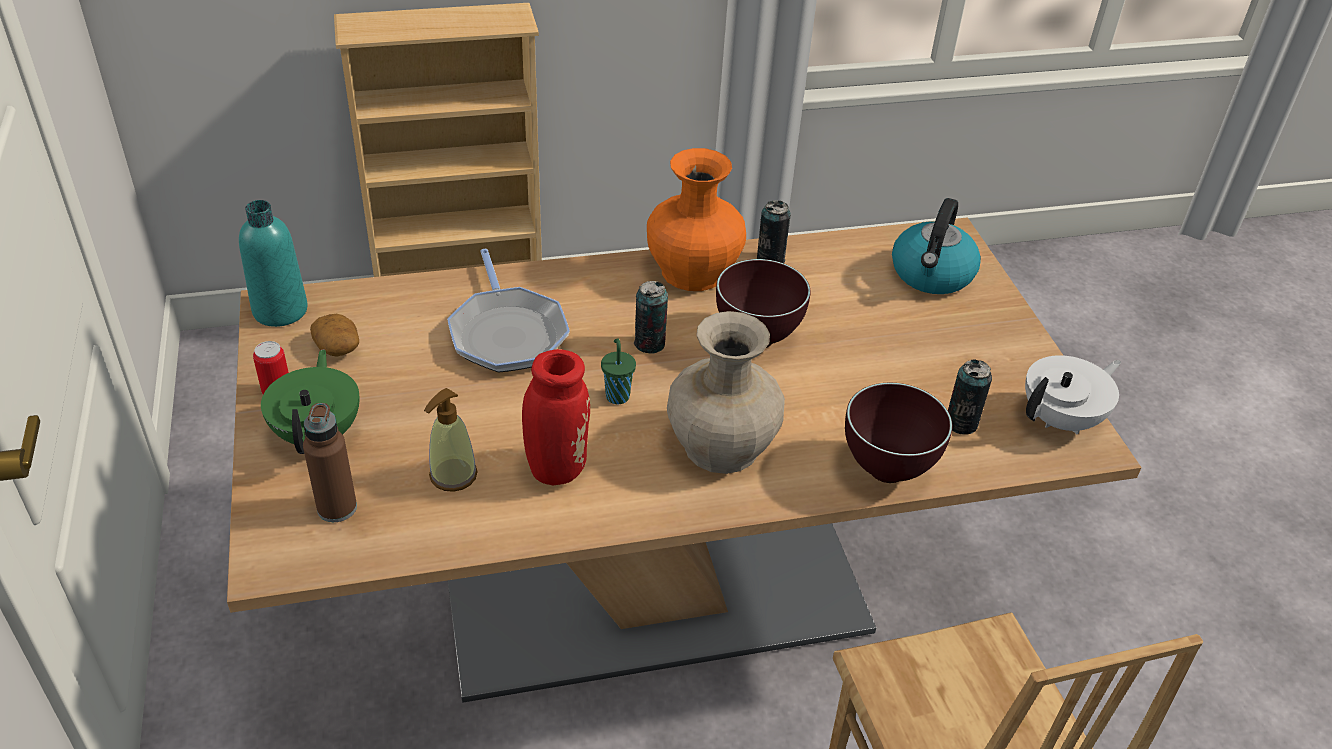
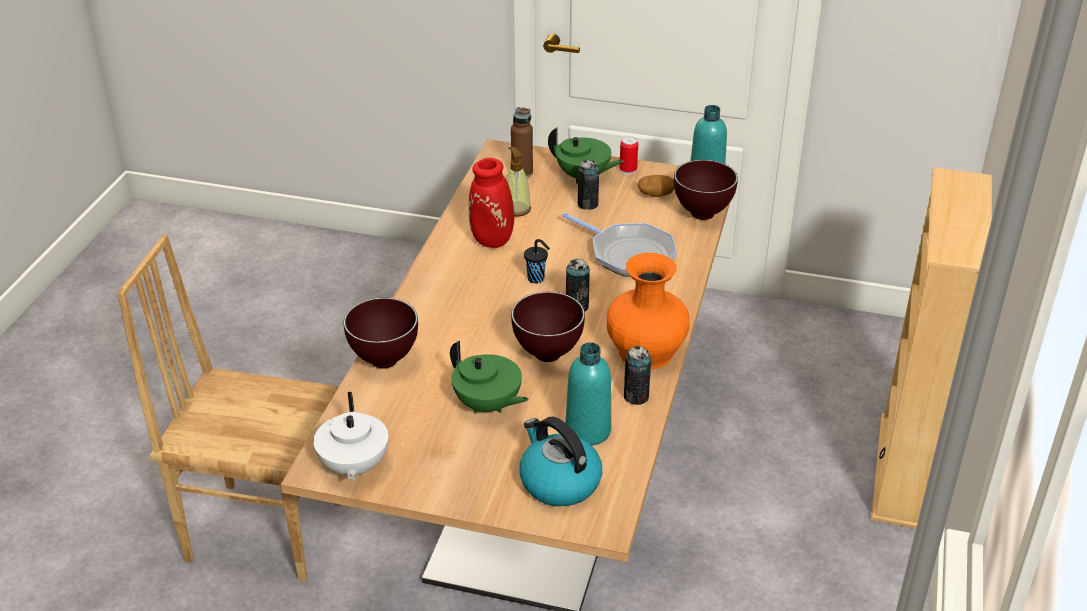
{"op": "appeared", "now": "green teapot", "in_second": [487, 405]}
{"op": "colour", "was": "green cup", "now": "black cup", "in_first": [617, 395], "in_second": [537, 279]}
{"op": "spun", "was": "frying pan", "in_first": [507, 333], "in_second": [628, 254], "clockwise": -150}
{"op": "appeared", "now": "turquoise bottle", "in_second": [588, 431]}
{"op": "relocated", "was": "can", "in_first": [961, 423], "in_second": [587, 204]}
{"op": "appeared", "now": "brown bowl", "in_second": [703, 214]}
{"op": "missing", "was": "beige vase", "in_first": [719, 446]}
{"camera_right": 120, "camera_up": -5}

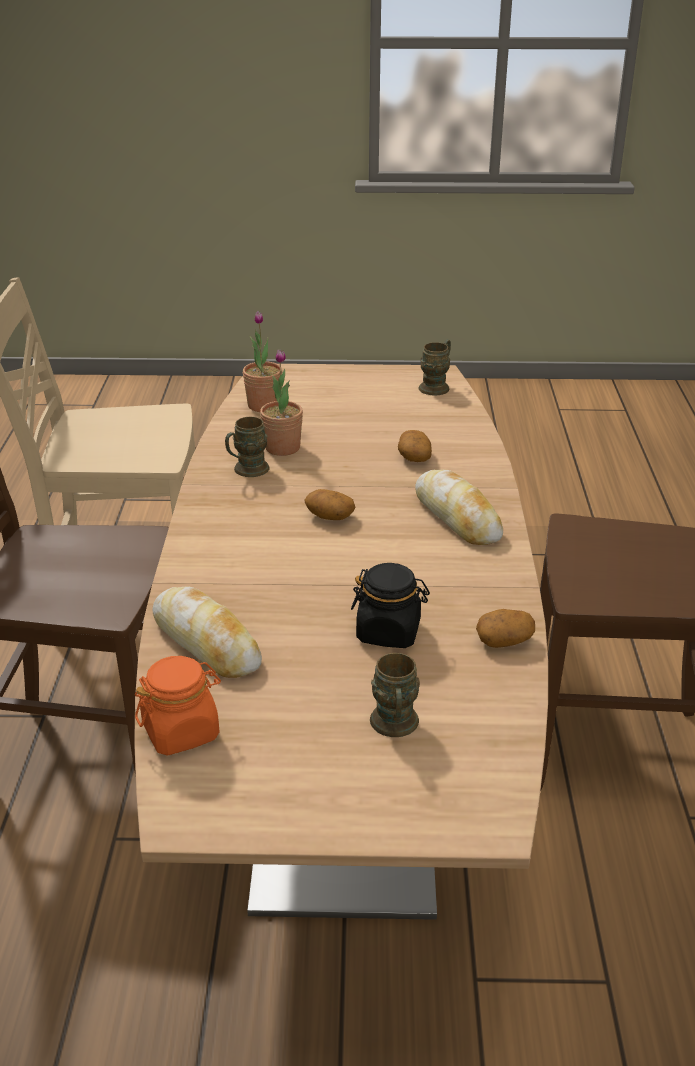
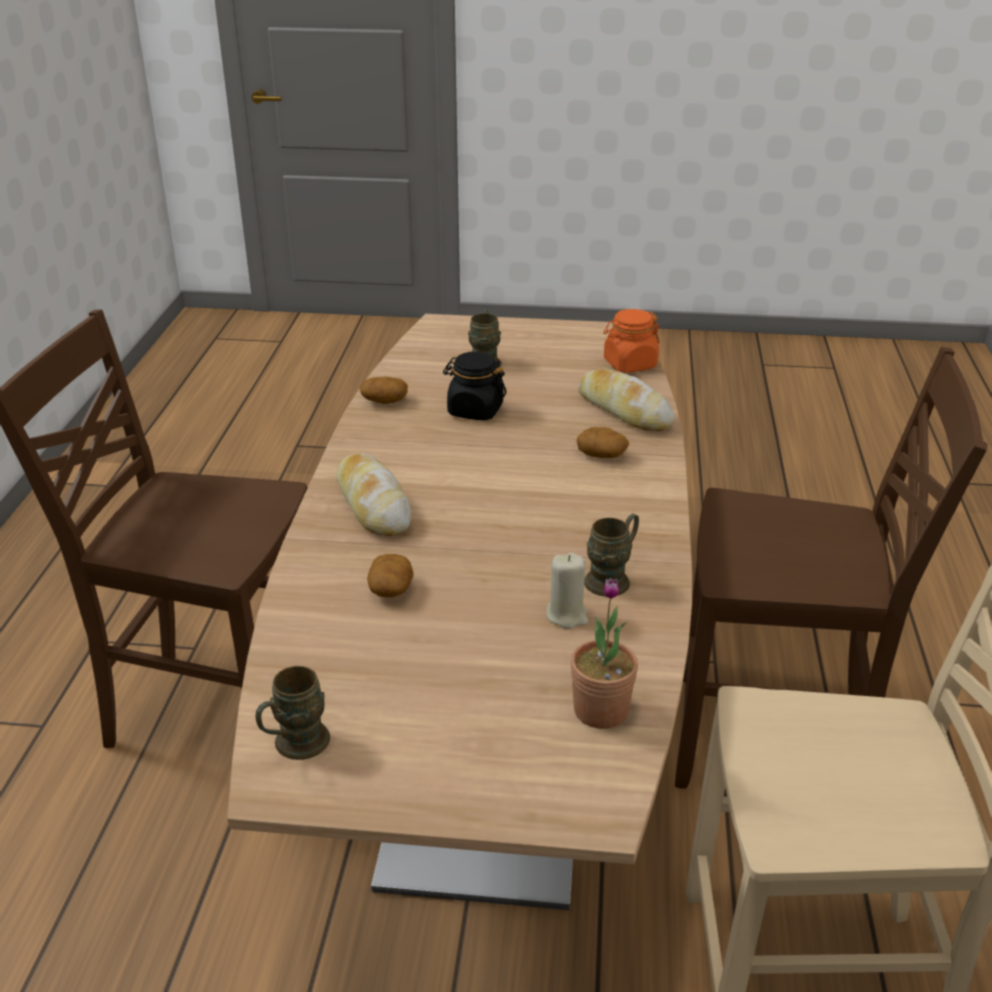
{"op": "exchanged", "was": "potted plant", "now": "beige candle", "in_first": [282, 448], "in_second": [567, 615]}
{"op": "relocated", "was": "potato", "in_first": [329, 516], "in_second": [602, 455]}
{"camera_right": -175, "camera_up": 0}

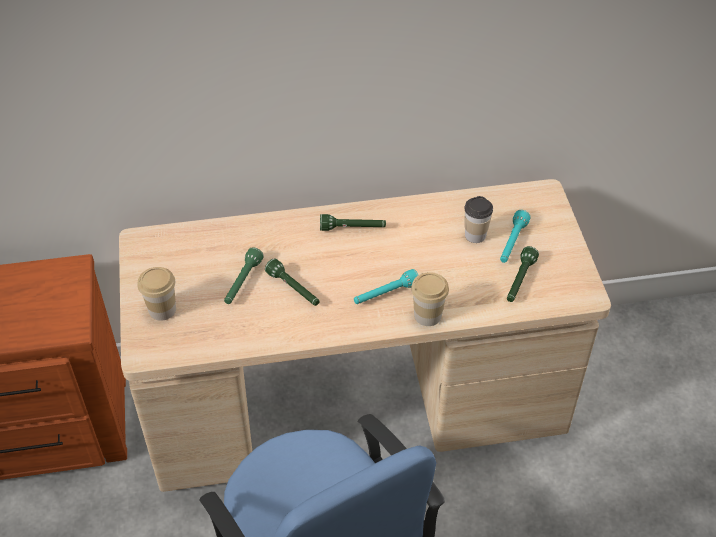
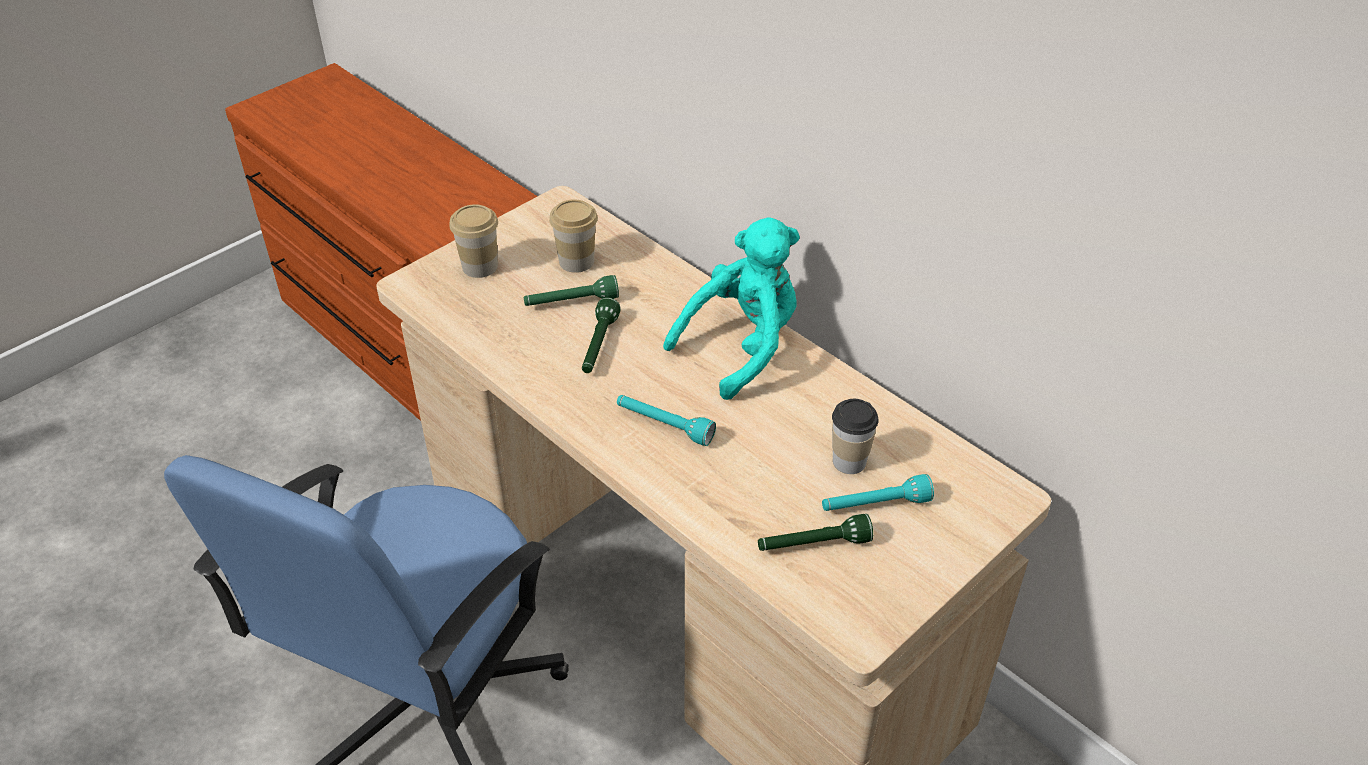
{"op": "relocated", "was": "cup", "in_first": [427, 315], "in_second": [576, 261]}
{"op": "exchanged", "was": "green flashlight", "now": "turquoise plush toy", "in_first": [353, 228], "in_second": [742, 346]}
{"camera_right": 55, "camera_up": -5}

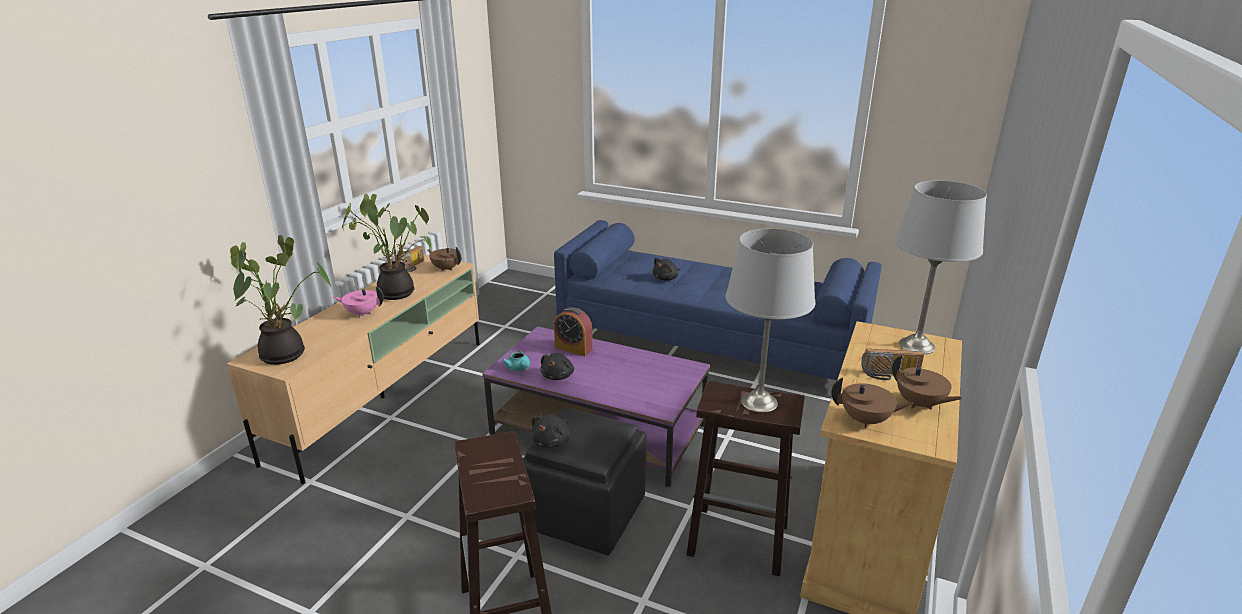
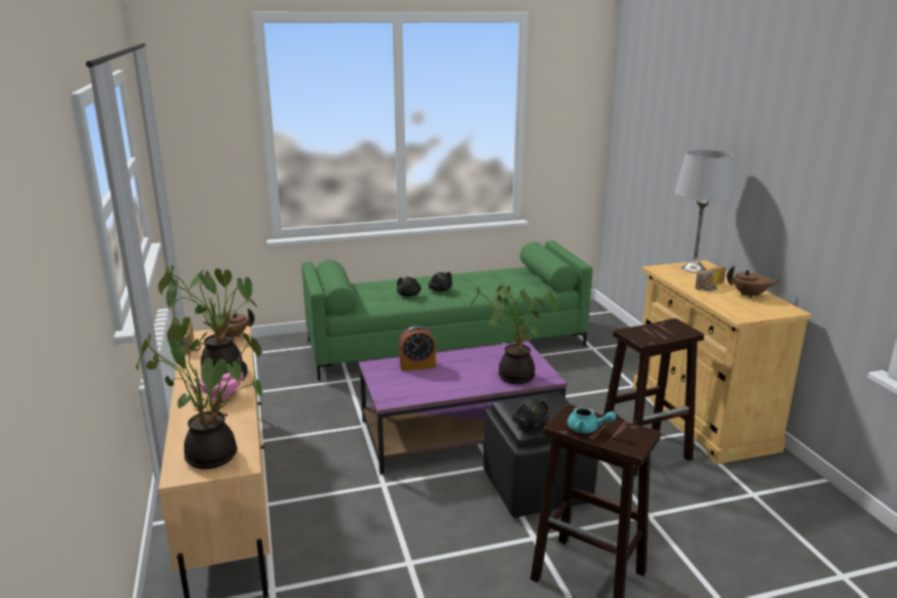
{"op": "colour", "was": "blue sofa", "now": "green sofa", "in_first": [710, 341], "in_second": [446, 342]}
{"op": "relocated", "was": "black plush toy", "in_first": [558, 376], "in_second": [440, 290]}
{"op": "appeared", "now": "potted plant", "in_second": [514, 375]}
{"op": "relocated", "was": "turquoise teapot", "in_first": [518, 369], "in_second": [587, 429]}
{"op": "missing", "was": "grey table lamp", "in_first": [759, 402]}
{"op": "missing", "was": "brown teapot", "in_first": [866, 420]}
{"camera_right": -40, "camera_up": -5}

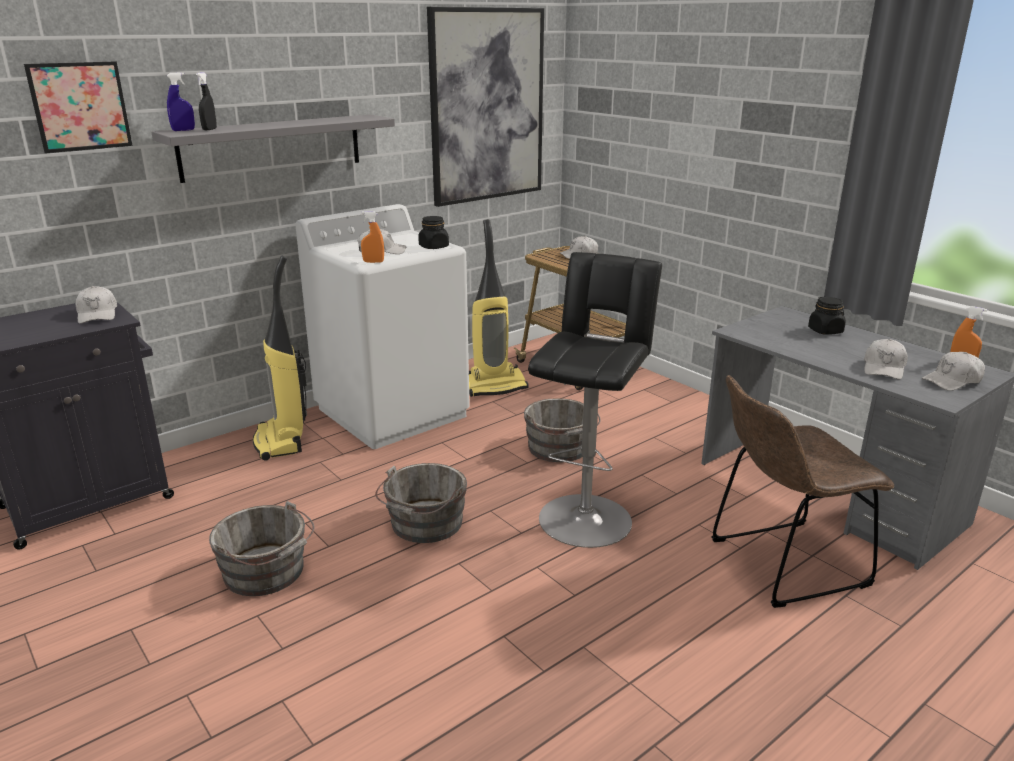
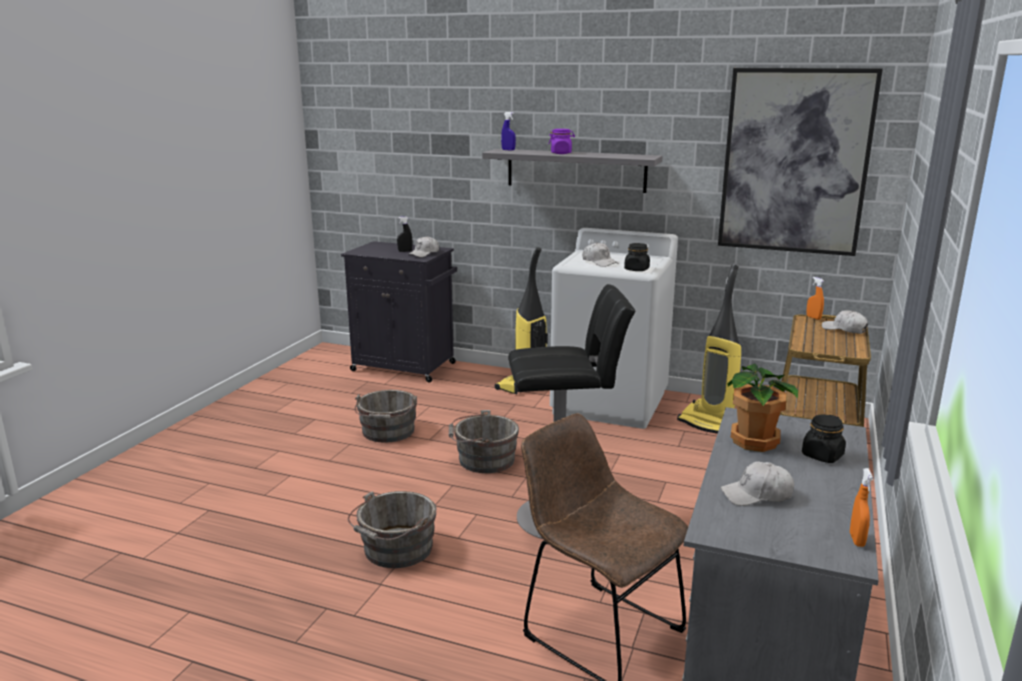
{"op": "relocated", "was": "grey bucket", "in_first": [560, 449], "in_second": [395, 550]}
{"op": "relocated", "was": "black spray bottle", "in_first": [209, 129], "in_second": [405, 251]}
{"op": "appeared", "now": "purple jar", "in_second": [561, 153]}
{"op": "appeared", "now": "potted plant", "in_second": [756, 441]}
{"op": "relocated", "was": "orange spray bottle", "in_first": [373, 262], "in_second": [813, 317]}
{"op": "missing", "was": "picture", "in_first": [80, 106]}
{"op": "missing", "was": "white cap", "in_first": [953, 381]}
{"camera_right": 60, "camera_up": -5}

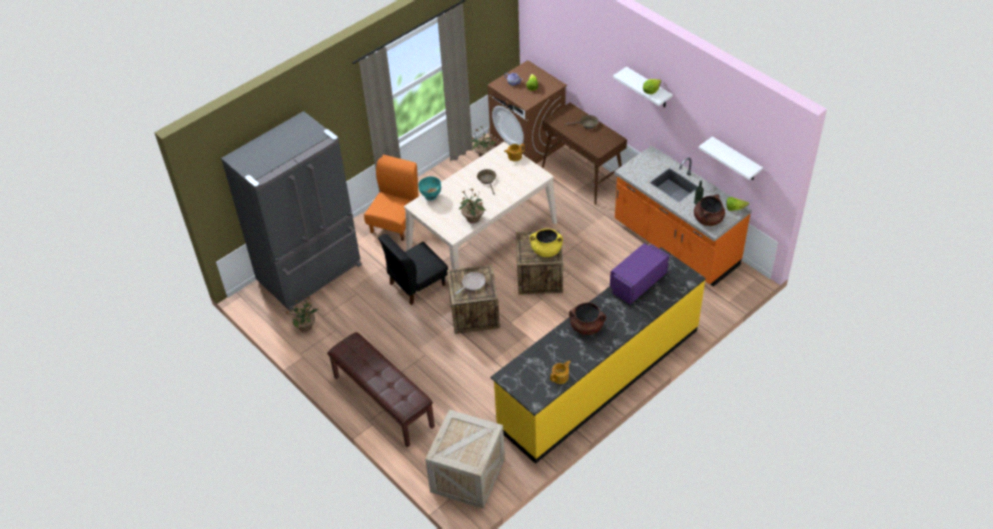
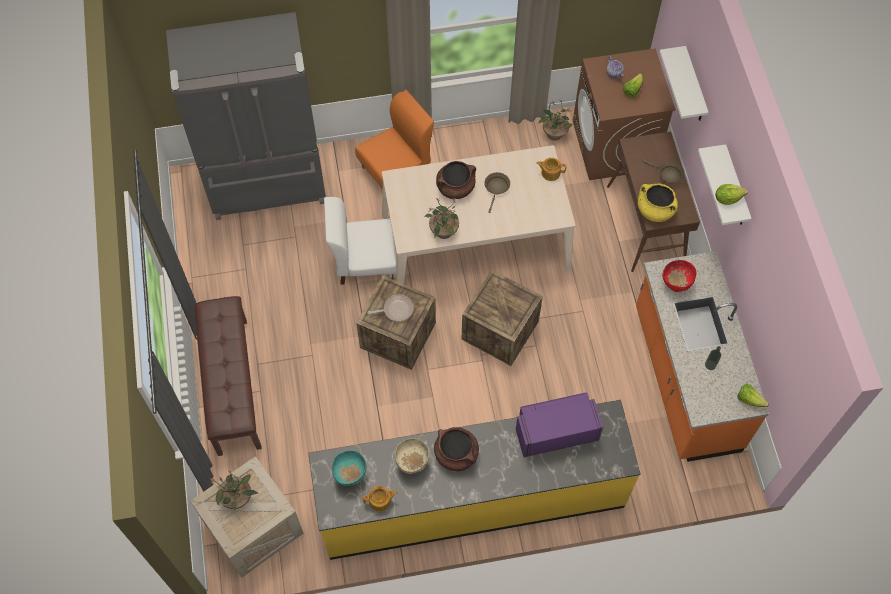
{"op": "relocated", "was": "potted plant", "in_first": [306, 326], "in_second": [238, 498]}
{"op": "colour", "was": "black chair", "now": "white chair", "in_first": [417, 284], "in_second": [364, 261]}
{"op": "relocated", "was": "turquoise bowl", "in_first": [431, 196], "in_second": [350, 475]}
{"op": "appeared", "now": "beige bowl", "in_second": [412, 463]}
{"op": "relocated", "was": "brown cooking pot", "in_first": [708, 219], "in_second": [455, 187]}
{"op": "relocated", "was": "yellow cooking pot", "in_first": [546, 251], "in_second": [655, 210]}
{"op": "relocated", "was": "white shelf", "in_first": [736, 159], "in_second": [694, 87]}
{"op": "appeared", "now": "red bowl", "in_second": [676, 284]}
{"camera_right": 30, "camera_up": 15}

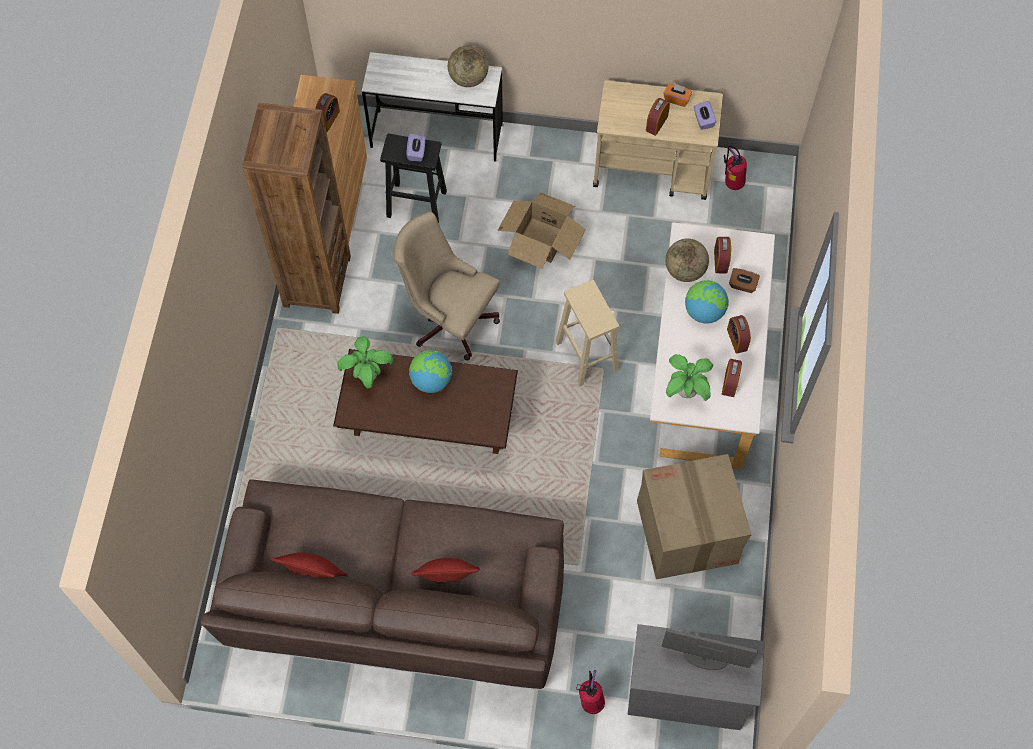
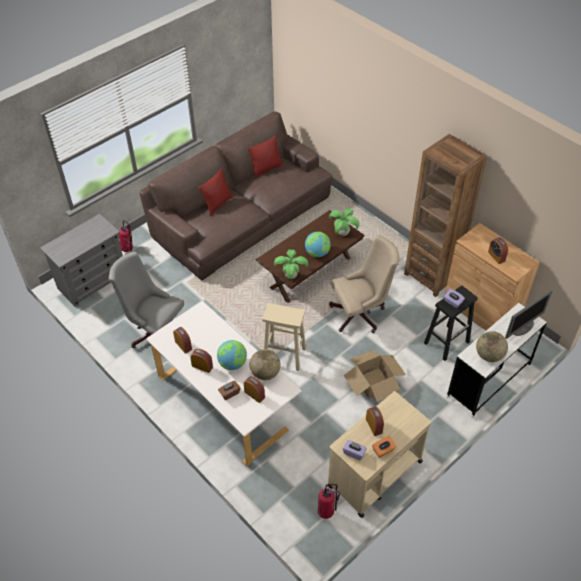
{"op": "exchanged", "was": "cardboard box", "now": "grey office chair", "in_first": [687, 532], "in_second": [154, 331]}
{"op": "relocated", "was": "potted plant", "in_first": [686, 391], "in_second": [291, 276]}
{"op": "relocated", "was": "monitor", "in_first": [704, 658], "in_second": [523, 328]}
{"camera_right": 130, "camera_up": -15}

